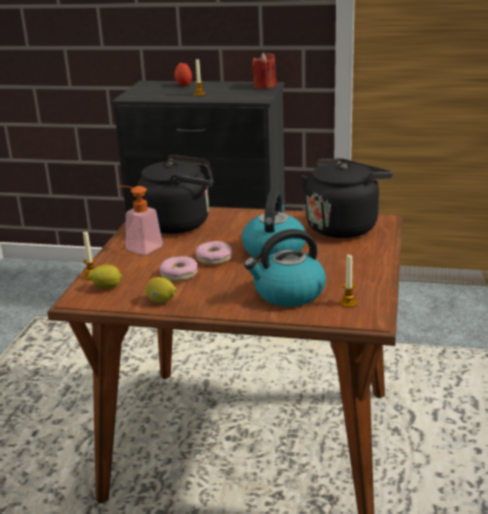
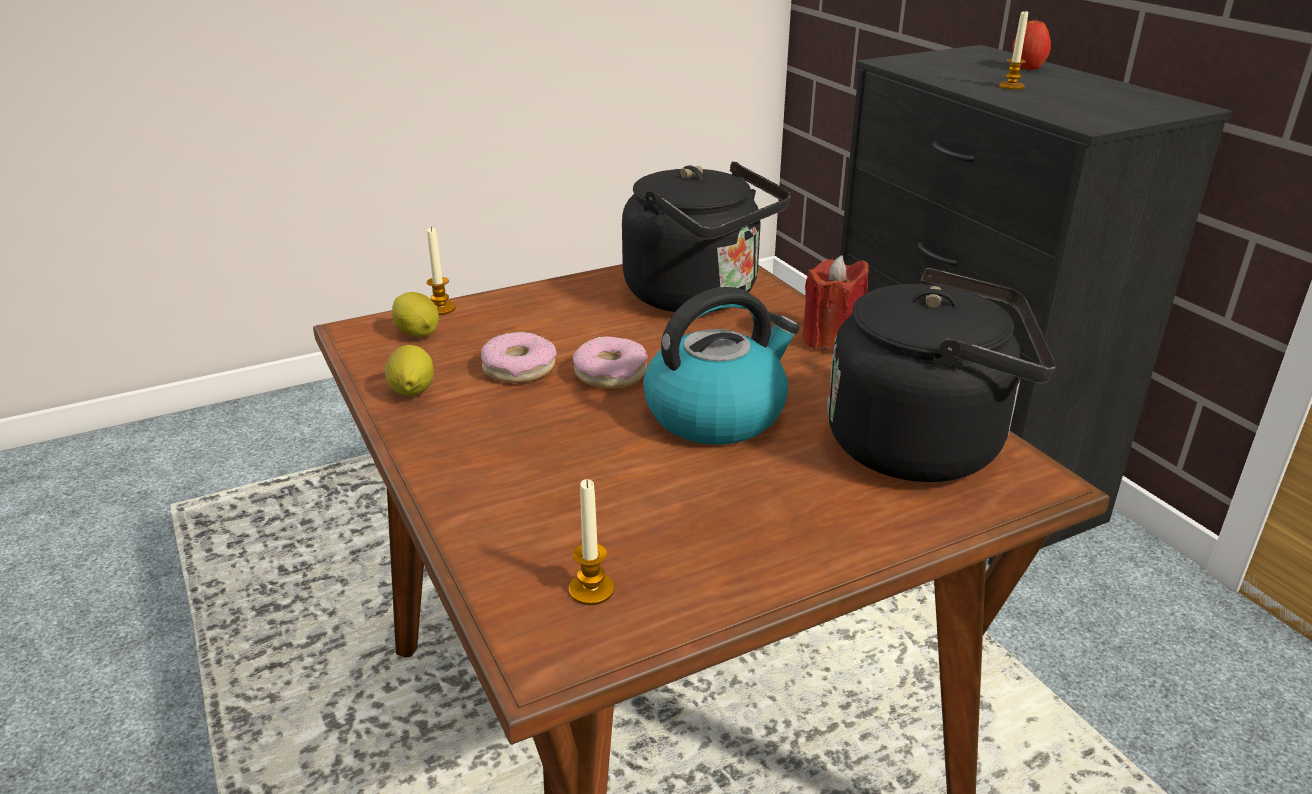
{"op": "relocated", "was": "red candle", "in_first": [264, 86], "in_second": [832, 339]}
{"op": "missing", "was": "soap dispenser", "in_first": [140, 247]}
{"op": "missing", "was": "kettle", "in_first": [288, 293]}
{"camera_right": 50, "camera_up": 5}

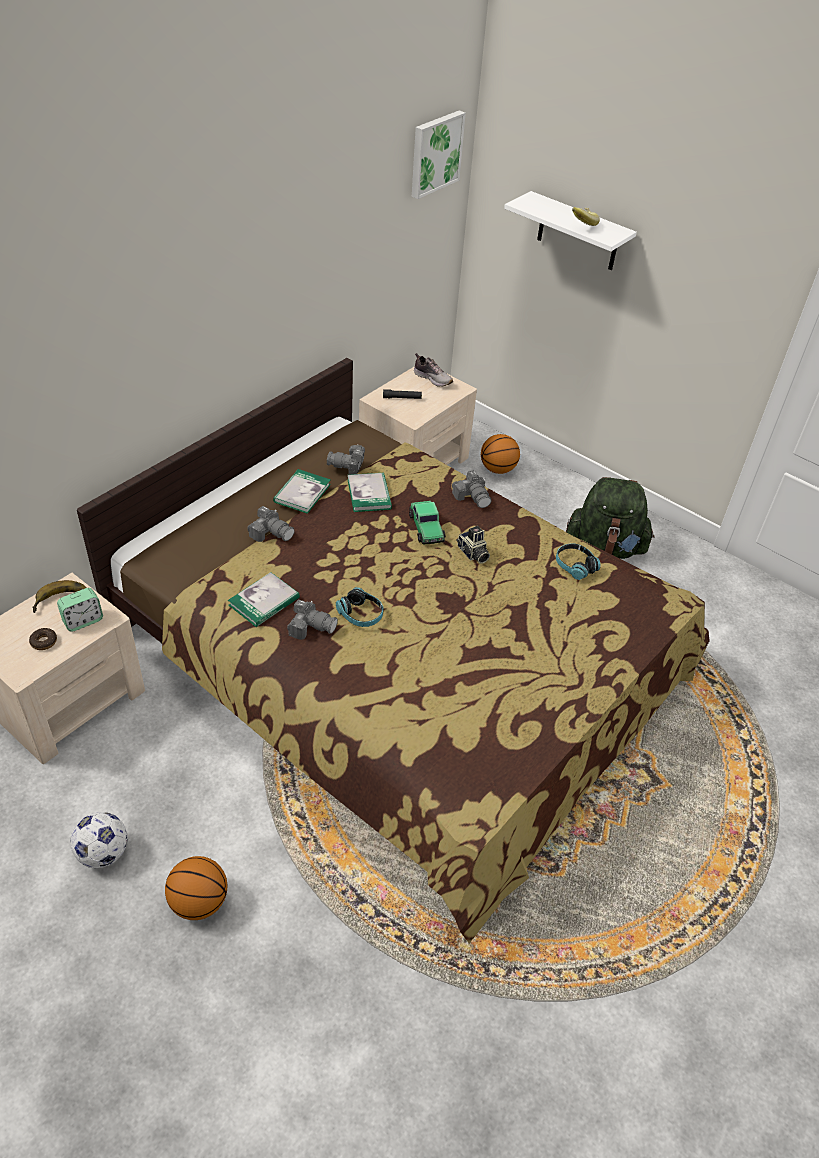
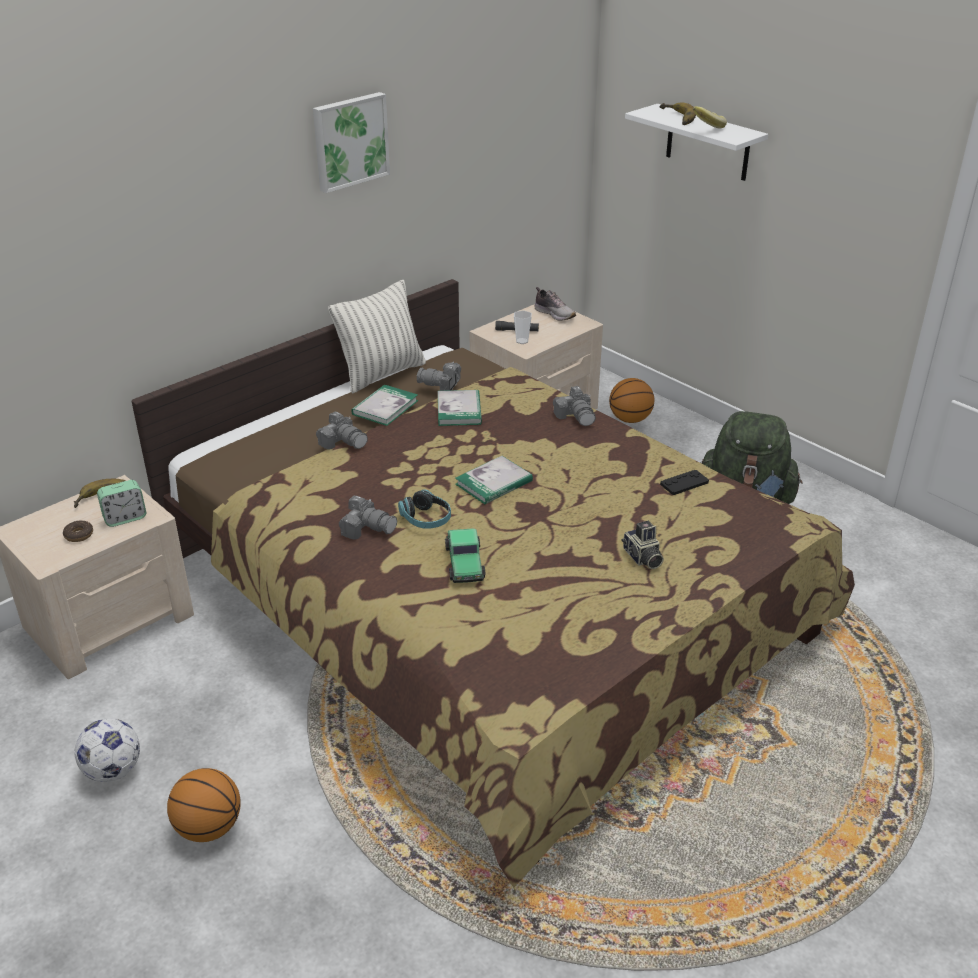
{"op": "relocated", "was": "picture", "in_first": [435, 153], "in_second": [349, 141]}
{"op": "appeared", "now": "pillow", "in_second": [381, 374]}
{"op": "relocated", "was": "toy car", "in_first": [426, 528], "in_second": [464, 563]}
{"op": "relocated", "was": "book", "in_first": [264, 601], "in_second": [493, 483]}
{"op": "appeared", "now": "cup", "in_second": [522, 341]}
{"op": "relocated", "was": "photo camera", "in_first": [472, 554], "in_second": [642, 558]}
{"op": "appeared", "now": "banana", "in_second": [675, 118]}
{"op": "exchanged", "was": "headphones", "now": "black game controller", "in_first": [575, 566], "in_second": [684, 483]}
{"camera_right": 10, "camera_up": -10}

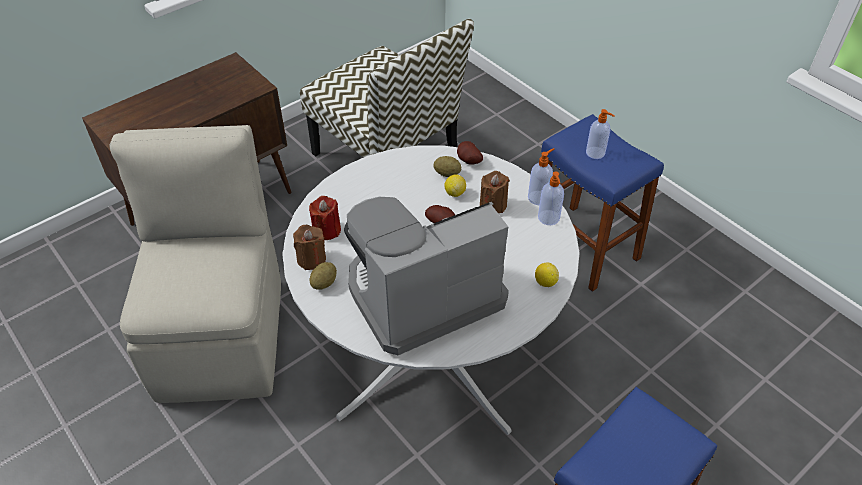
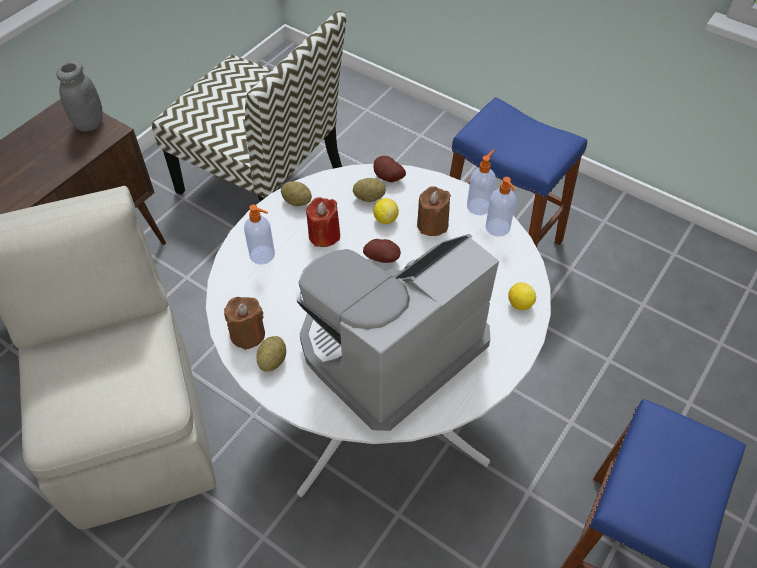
{"op": "appeared", "now": "grey jar", "in_second": [89, 123]}
{"op": "relocated", "was": "soap dispenser", "in_first": [596, 153], "in_second": [263, 255]}
{"op": "appeared", "now": "potato", "in_second": [297, 201]}
{"op": "relocated", "was": "red candle", "in_first": [326, 230], "in_second": [324, 235]}
{"camera_right": -15, "camera_up": 5}

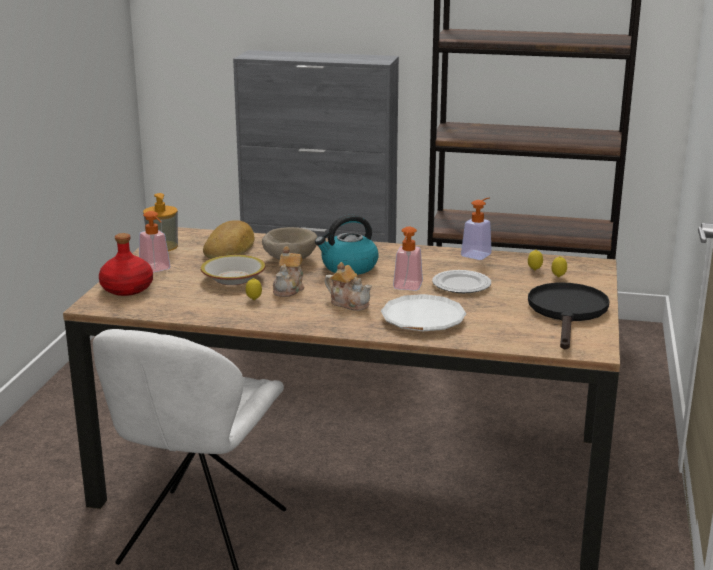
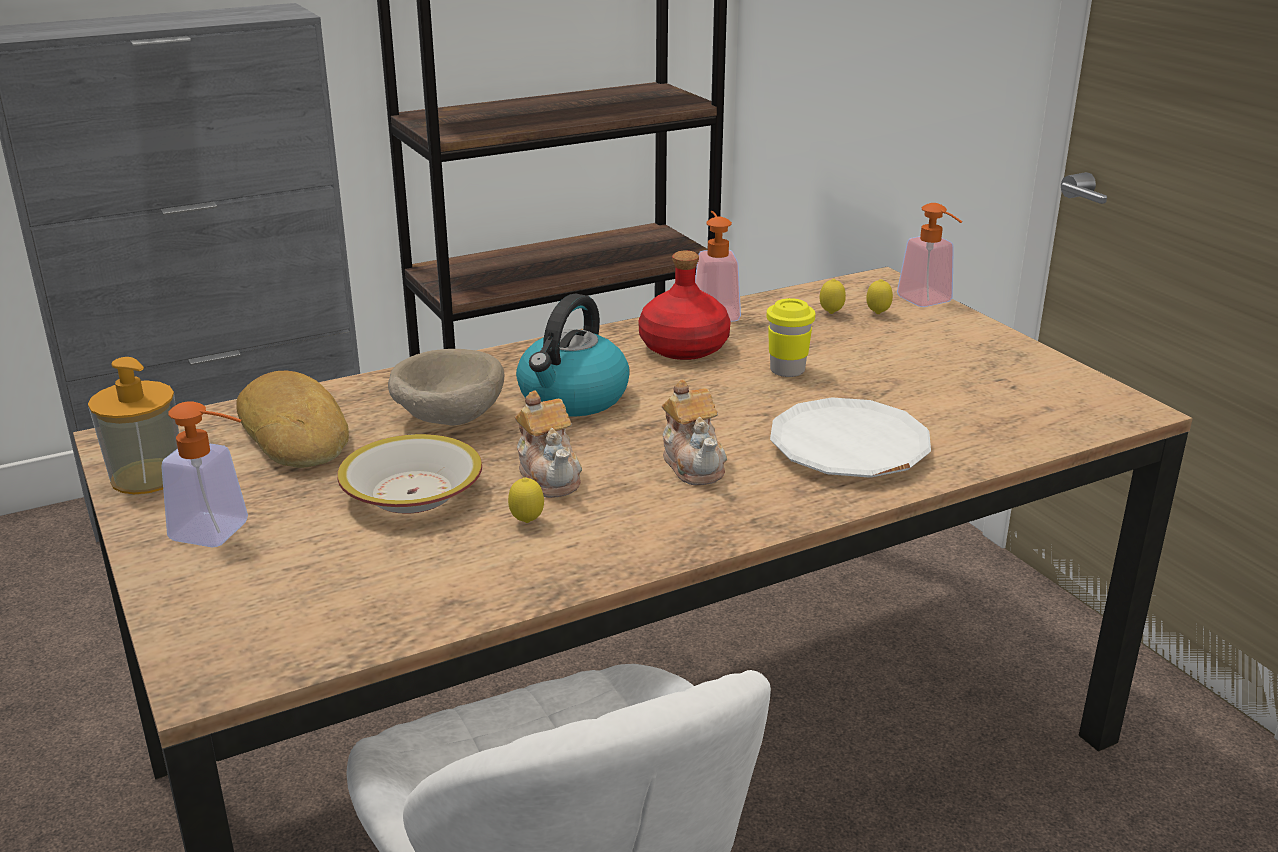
{"op": "relocated", "was": "red bottle", "in_first": [126, 288], "in_second": [682, 347]}
{"op": "spun", "was": "teapot", "in_first": [349, 303], "in_second": [694, 464], "clockwise": 75}
{"op": "exchanged", "was": "plate", "now": "yellow cup", "in_first": [460, 285], "in_second": [787, 370]}
{"op": "relocated", "was": "soap dispenser", "in_first": [406, 288], "in_second": [930, 302]}
{"op": "missing", "was": "black frying pan", "in_first": [568, 313]}
{"camera_right": -40, "camera_up": 5}

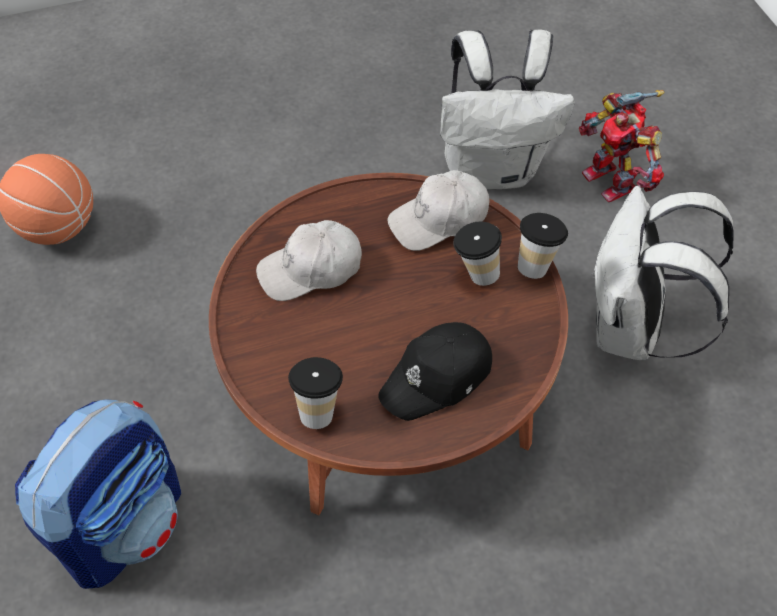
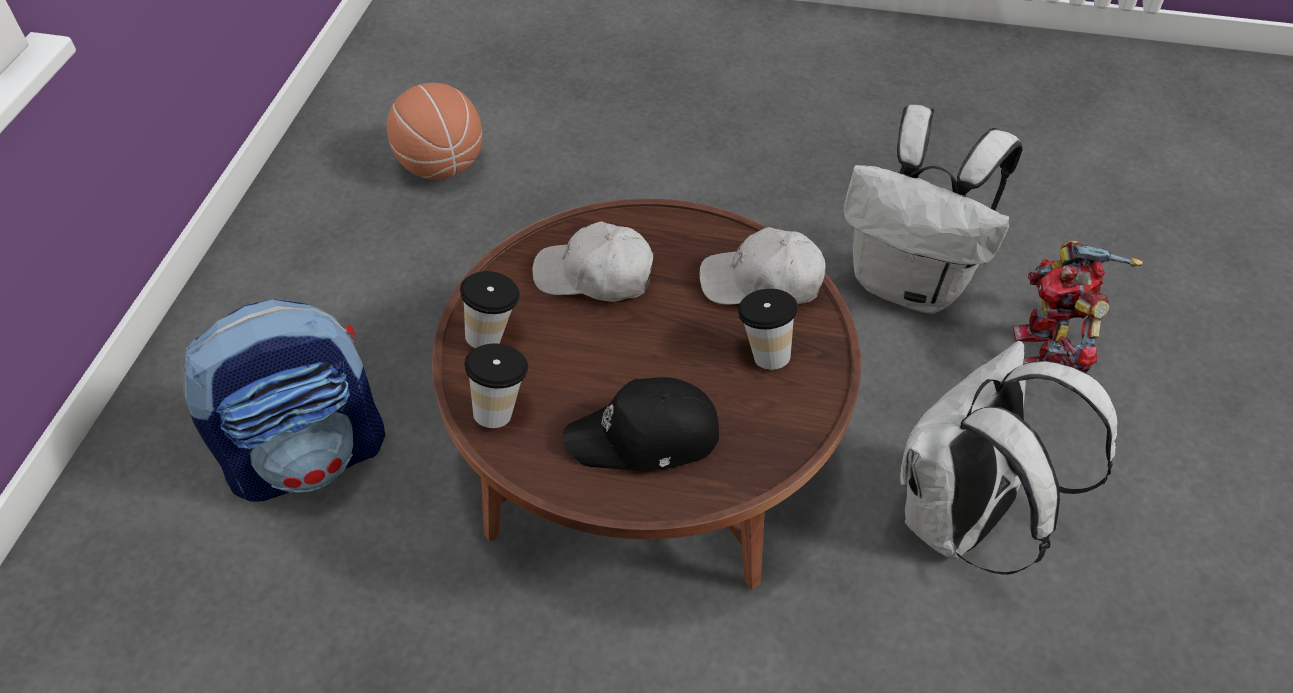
{"op": "relocated", "was": "cup", "in_first": [536, 263], "in_second": [495, 336]}
{"camera_right": 30, "camera_up": -5}

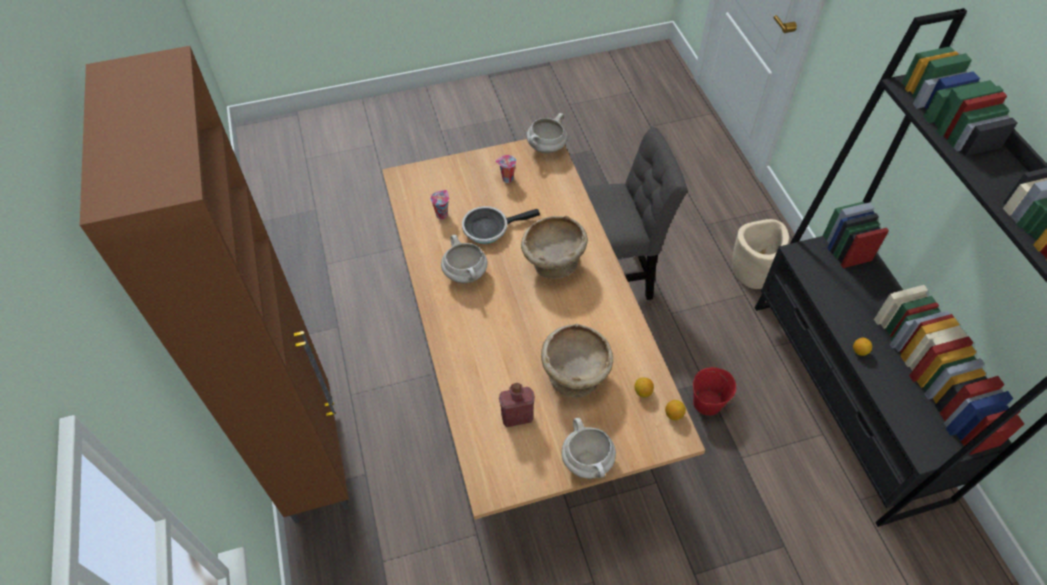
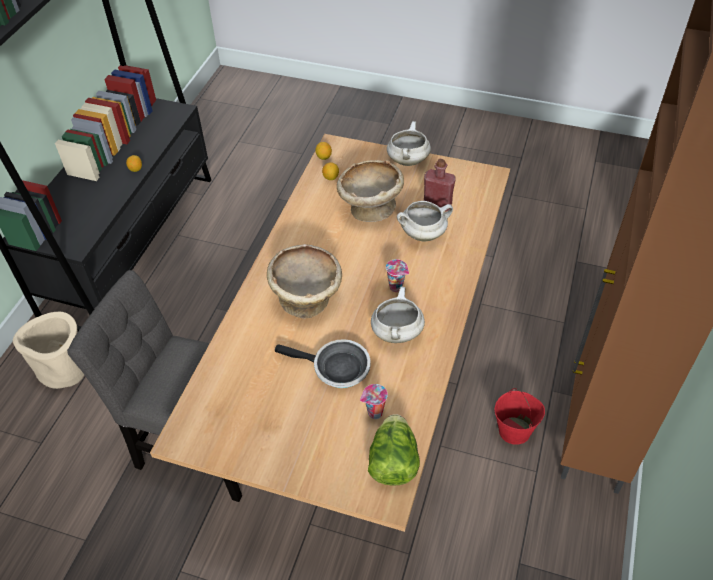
{"op": "appeared", "now": "lettuce", "in_second": [393, 462]}
{"op": "relocated", "was": "cup", "in_first": [507, 179], "in_second": [397, 287]}
{"op": "relocated", "was": "white cooking pot", "in_first": [546, 148], "in_second": [423, 234]}
{"op": "relocated", "was": "red bucket", "in_first": [707, 403], "in_second": [514, 430]}
{"camera_right": -145, "camera_up": -5}

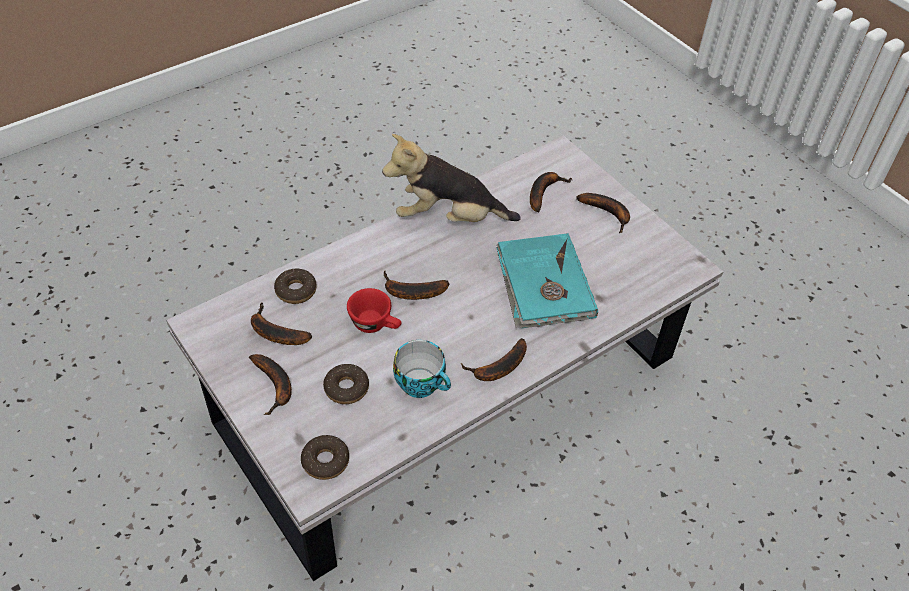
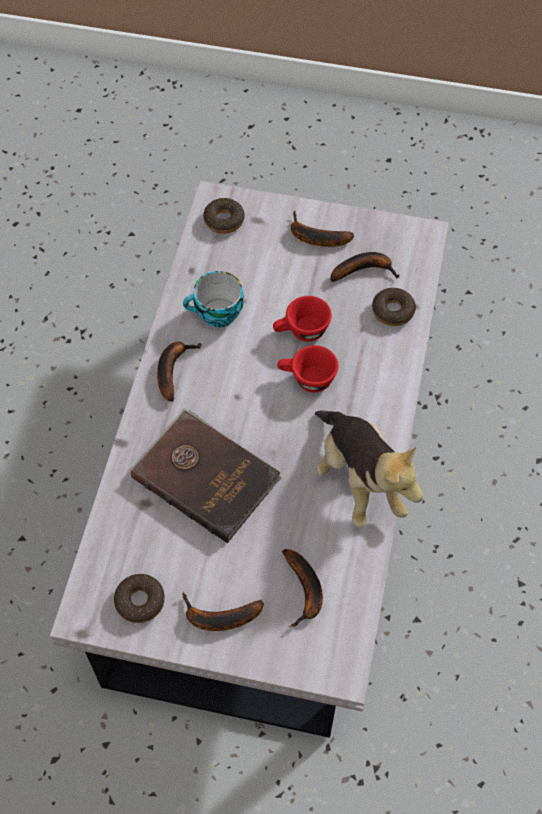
{"op": "relocated", "was": "donut", "in_first": [346, 388], "in_second": [140, 601]}
{"op": "colour", "was": "turquoise book", "now": "brown book", "in_first": [543, 285], "in_second": [206, 476]}
{"op": "exchanged", "was": "banana", "now": "red cup", "in_first": [410, 292], "in_second": [306, 379]}
{"op": "spun", "was": "plush toy", "in_first": [448, 218], "in_second": [359, 480], "clockwise": 105}
{"camera_right": 140, "camera_up": 10}

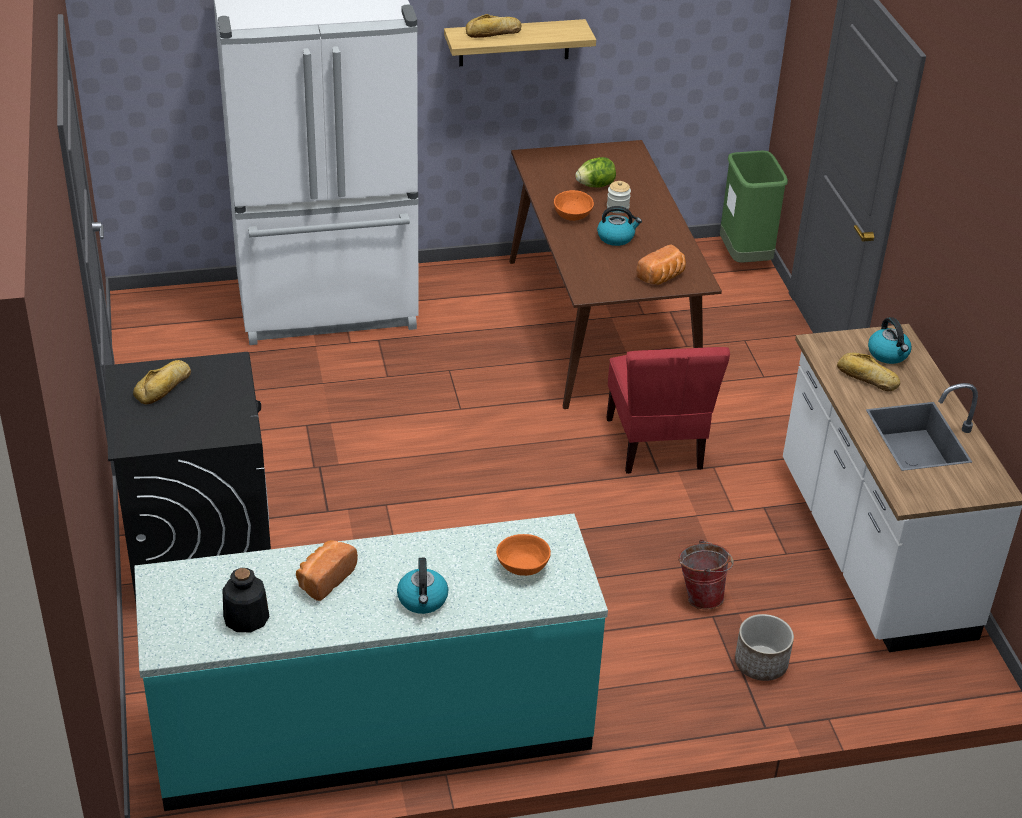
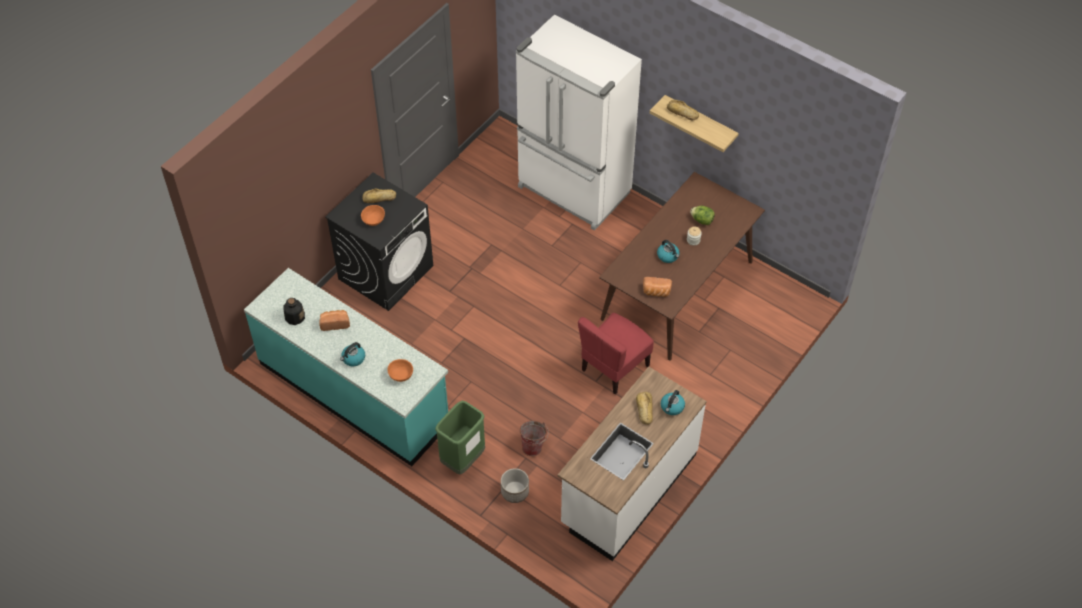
{"op": "relocated", "was": "orange bowl", "in_first": [572, 215], "in_second": [373, 220]}
{"op": "relocated", "was": "green trash can", "in_first": [744, 258], "in_second": [463, 459]}
{"camera_right": 50, "camera_up": 15}

